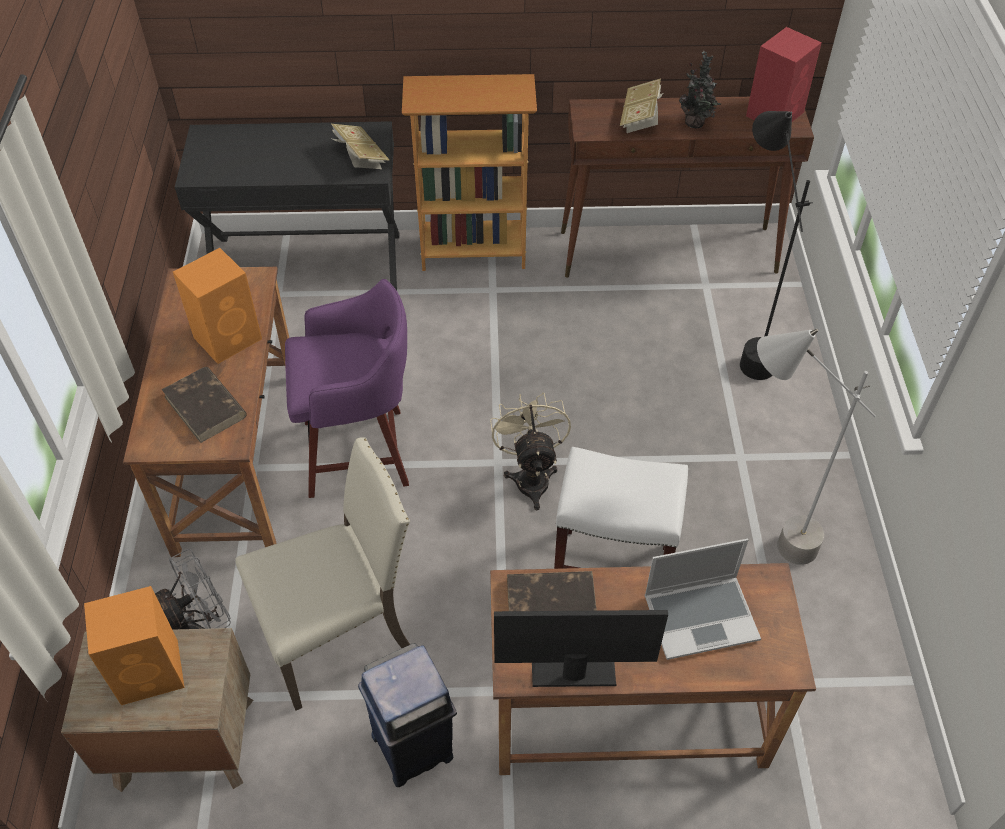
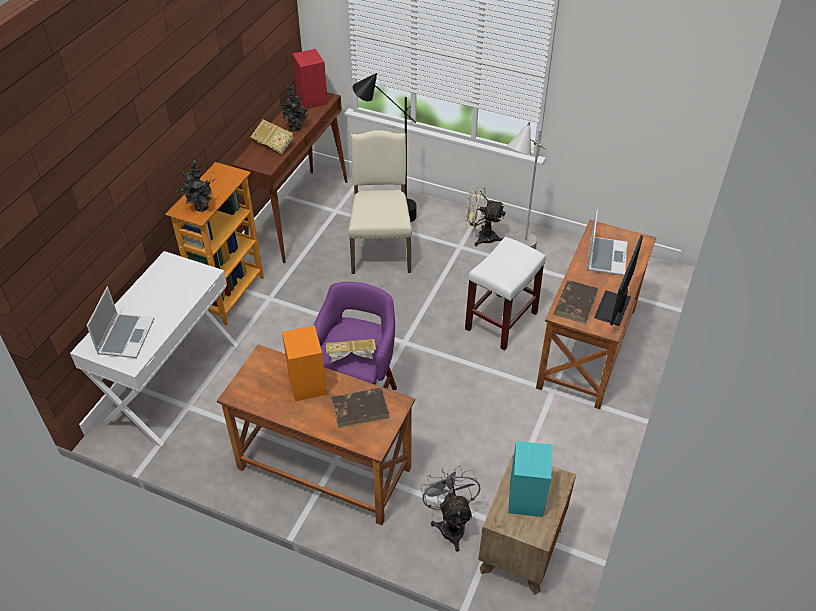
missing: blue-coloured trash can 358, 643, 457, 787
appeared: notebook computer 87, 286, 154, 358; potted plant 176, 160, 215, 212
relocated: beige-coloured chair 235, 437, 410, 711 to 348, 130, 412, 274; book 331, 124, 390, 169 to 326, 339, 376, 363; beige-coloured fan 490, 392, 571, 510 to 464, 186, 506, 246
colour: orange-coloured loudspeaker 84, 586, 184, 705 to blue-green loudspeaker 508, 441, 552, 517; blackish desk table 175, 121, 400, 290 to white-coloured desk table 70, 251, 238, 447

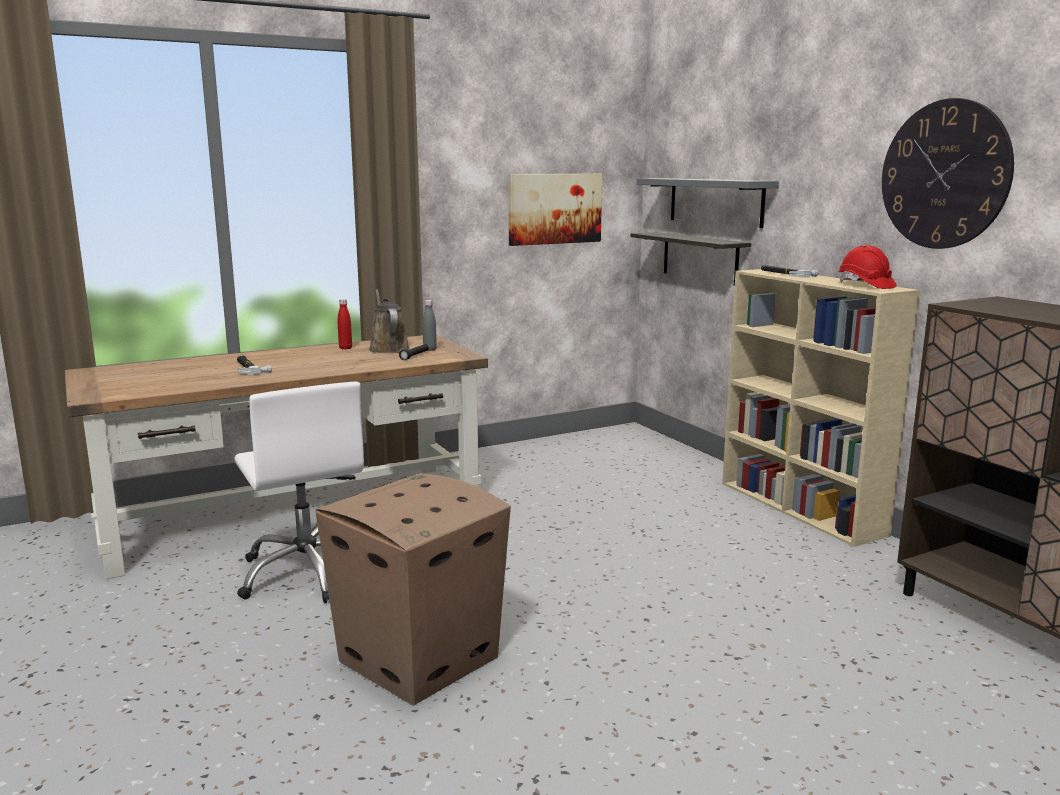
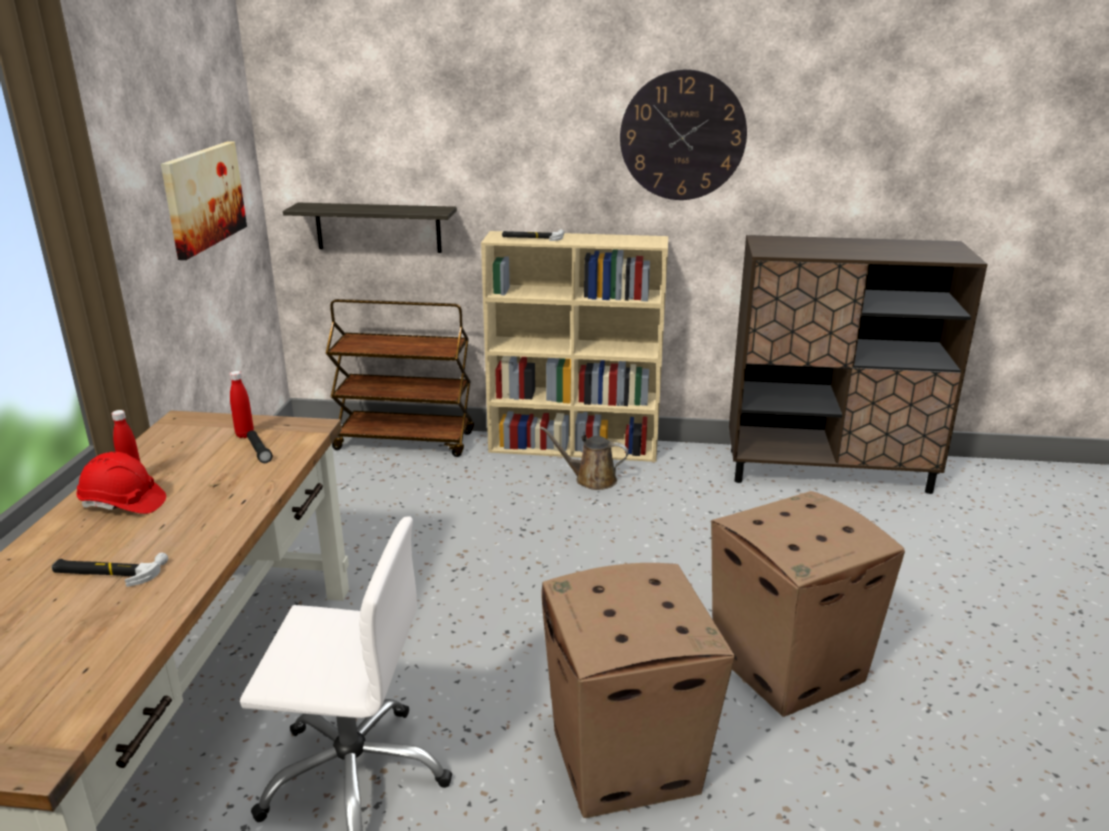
missing: grey wall shelf 636, 178, 779, 228
appeared: brown cart 326, 299, 474, 457; cardboard box 711, 491, 905, 717
relocated: brown watering can 369, 289, 410, 353 to 540, 427, 628, 490; reddish hard hat 838, 245, 897, 289 to 76, 452, 166, 514
colour: grey bottle 423, 300, 437, 351 to reddish bottle 230, 371, 254, 438

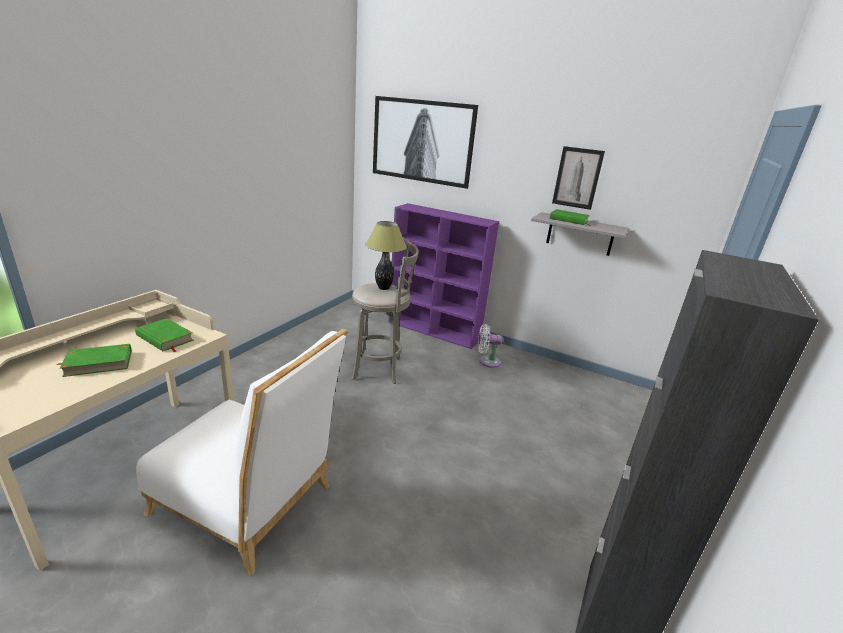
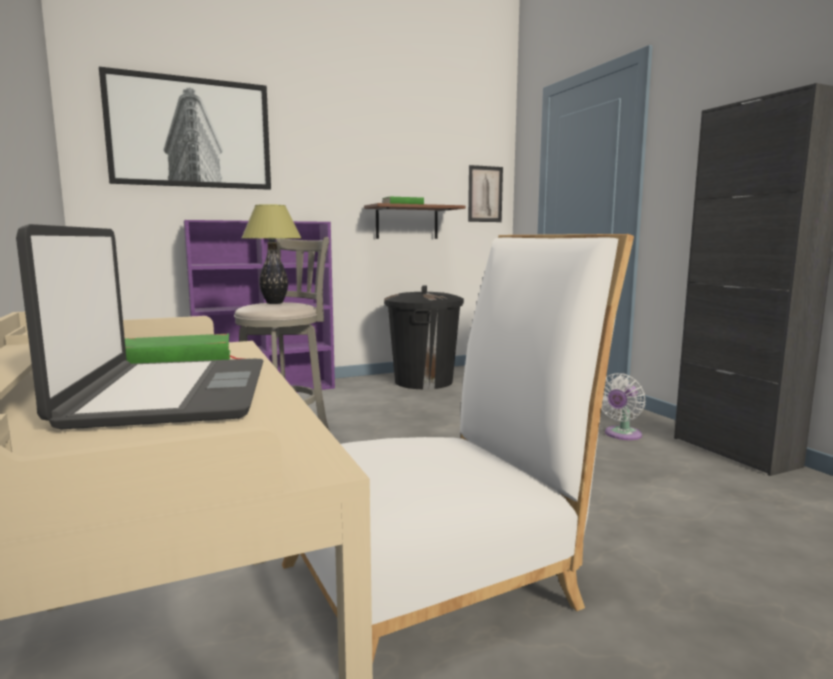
appeared: blackish trash can 384, 286, 464, 389
relocated: white-coloured fan 478, 324, 503, 368 to 601, 373, 646, 440; wall art 552, 146, 605, 210 to 468, 165, 503, 222
exchanged: green book 57, 344, 132, 377 to notebook computer 16, 224, 263, 429
colour: grey wall shelf 531, 212, 629, 256 to brown wall shelf 364, 203, 465, 239

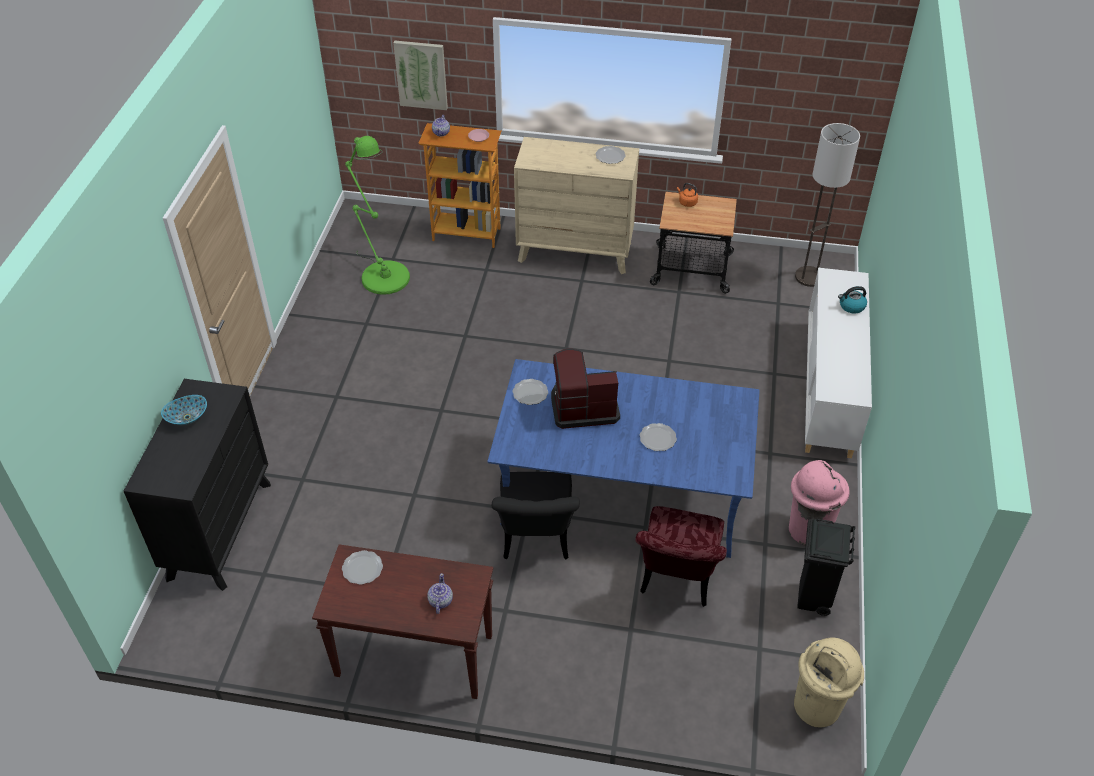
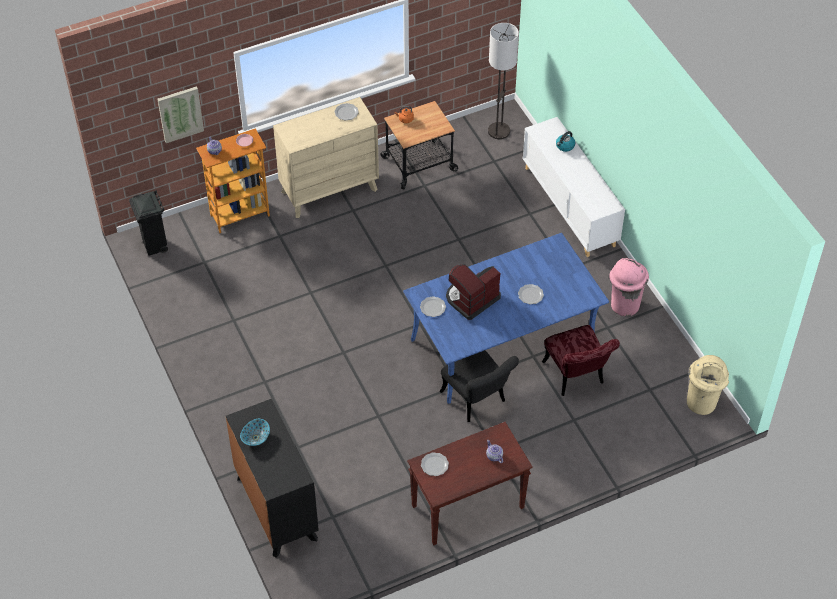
missing: green standard lamp 345, 136, 410, 295
relocated: blackish trash can 797, 519, 855, 616 to 129, 190, 168, 256

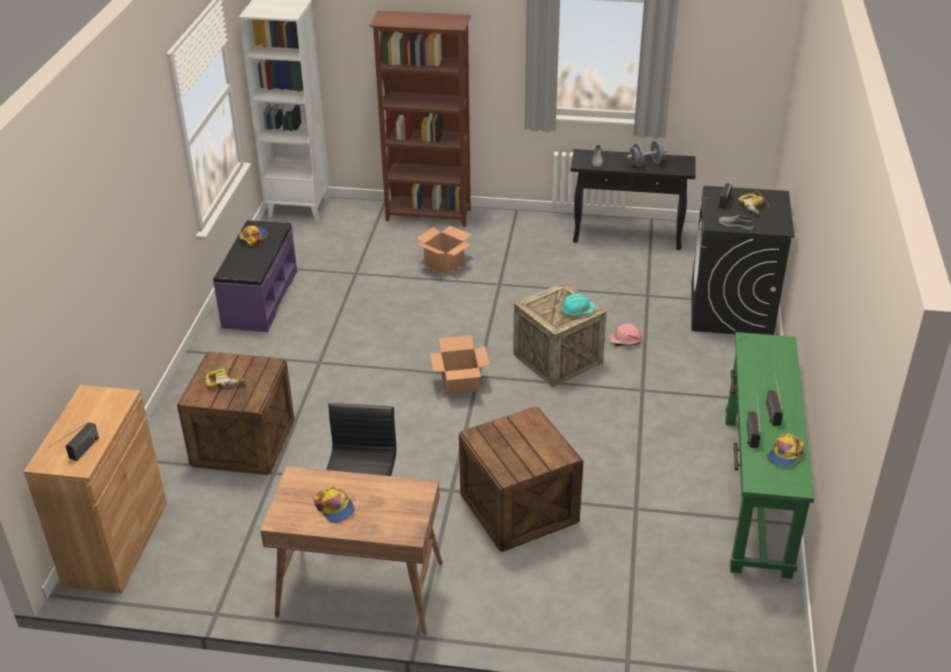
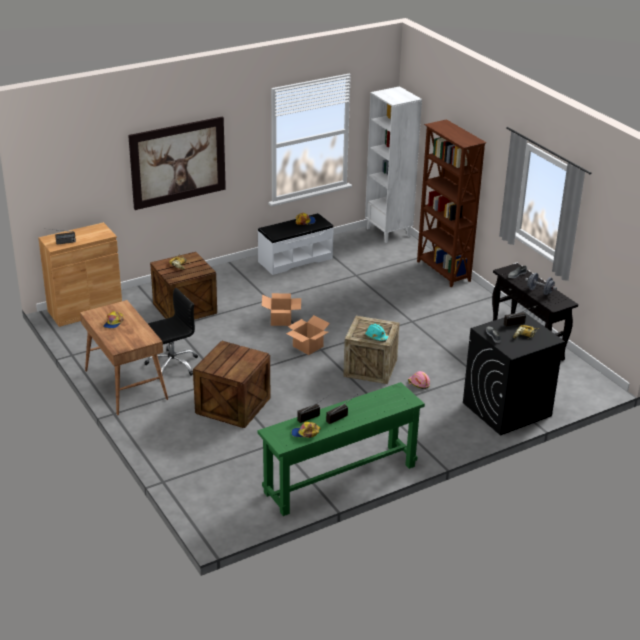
appeared: wall art 128, 116, 226, 210
relocated: cardboard box 416, 226, 472, 275 to 262, 293, 301, 326
colour: purple indoor bench 213, 220, 297, 332 to white-coloured indoor bench 258, 213, 334, 275

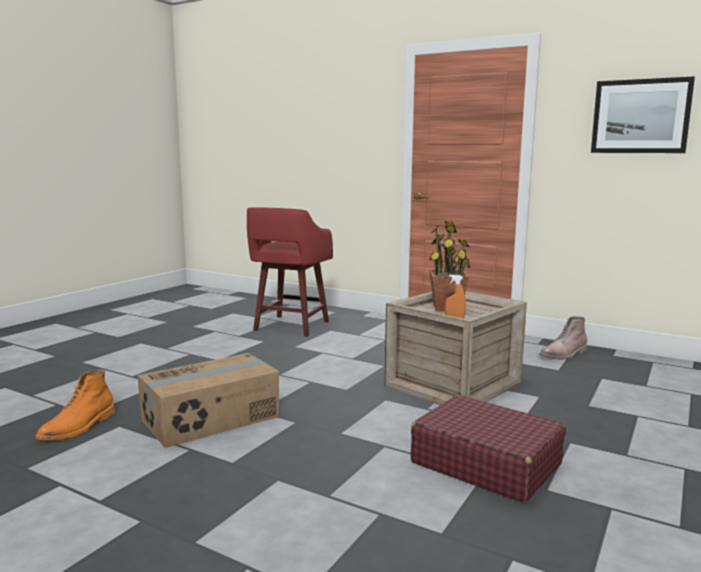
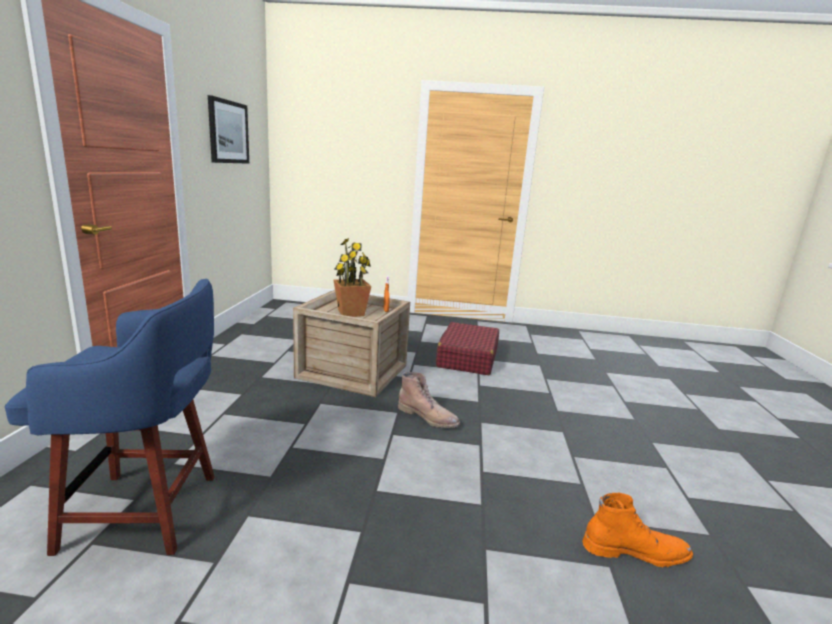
missing: cardboard box 137, 353, 279, 448
relocated: brown boot 540, 316, 587, 360 to 398, 372, 460, 428
colour: reddish sitting stool 247, 207, 333, 337 to blue-coloured sitting stool 5, 279, 215, 556

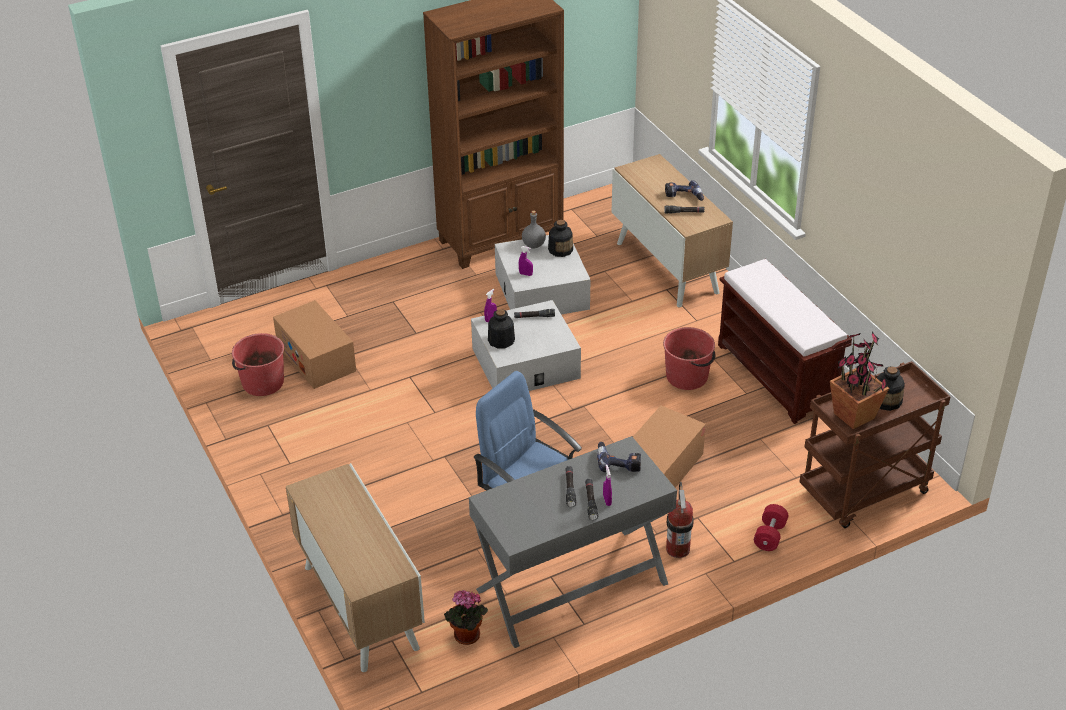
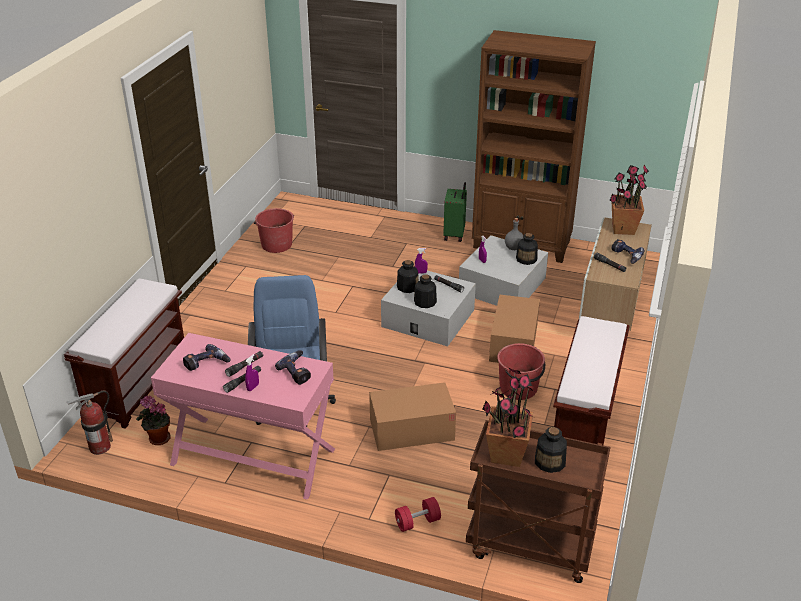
appeared: drill 183, 344, 230, 371; bottle 414, 274, 437, 308; green travel case 443, 182, 467, 242; potted plant 609, 164, 649, 235
relocated: cardboard box 273, 300, 356, 389 to 489, 295, 540, 363; fire extinguisher 666, 481, 694, 558 to 66, 390, 113, 455
exchanged: cabinet 286, 463, 425, 672 to brown indoor bench 64, 278, 184, 429
colour: grey desk table 469, 436, 677, 648 to pinkish desk table 151, 333, 335, 500

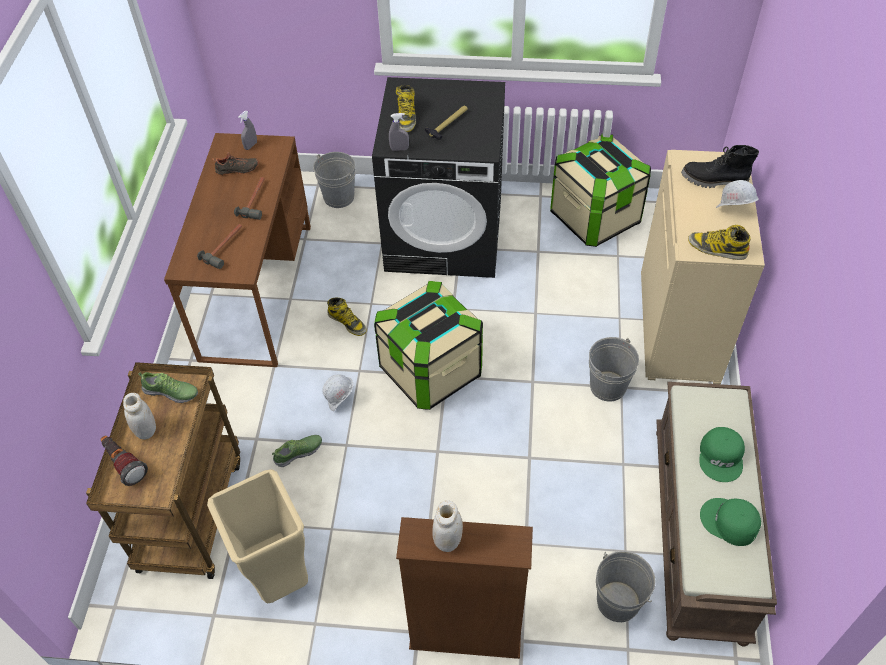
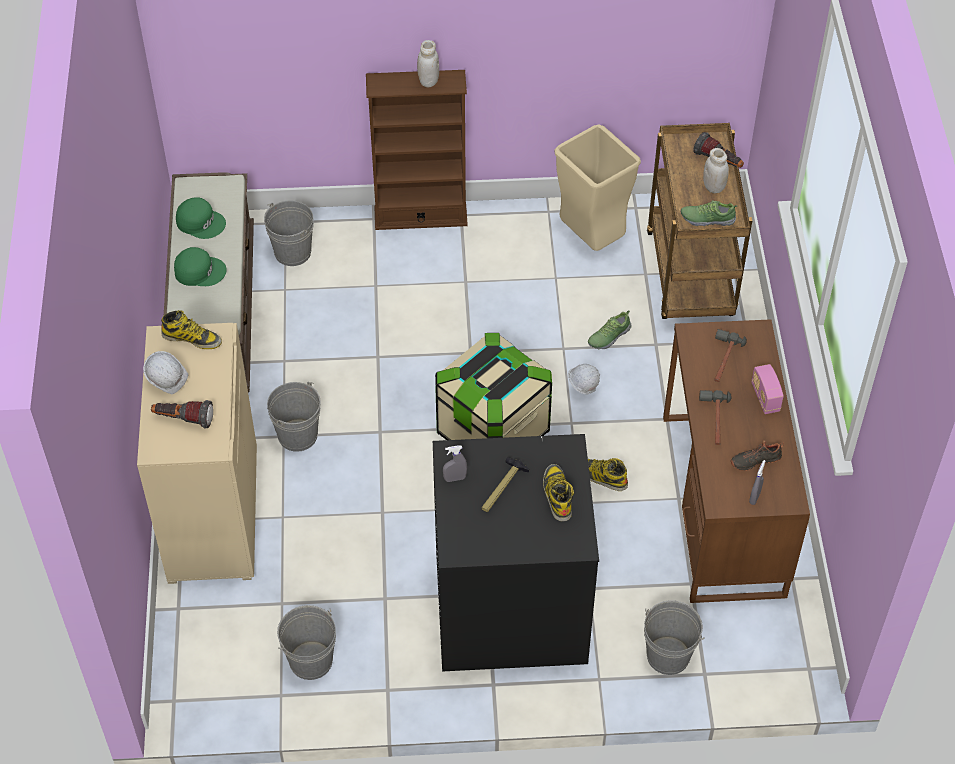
appeared: radio 752, 364, 784, 414
relocated: grey sprayer 389, 113, 409, 151 to 443, 445, 467, 482
exchanged: storage bin 550, 133, 651, 247 to grey bucket 277, 605, 336, 680; blackish boot 681, 145, 759, 188 to flashlight 151, 400, 213, 428
spun: green baseball cap 699, 427, 745, 482 = 174, 247, 227, 286 90 degrees clockwise

